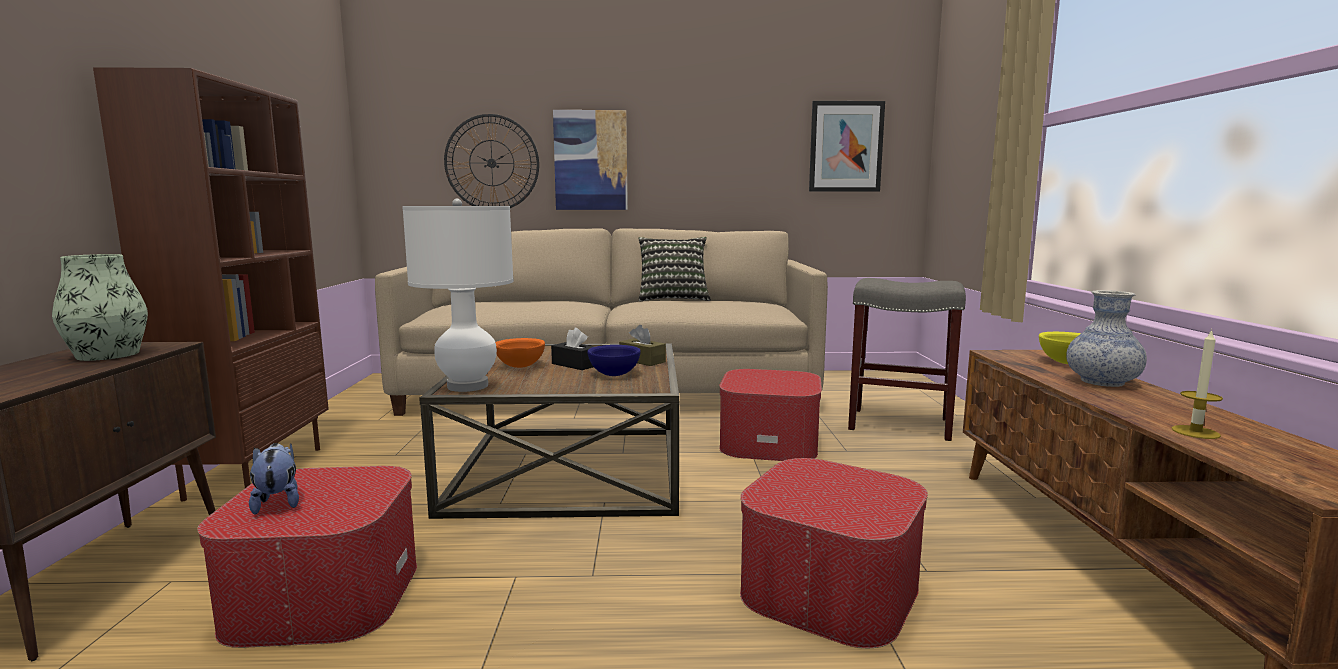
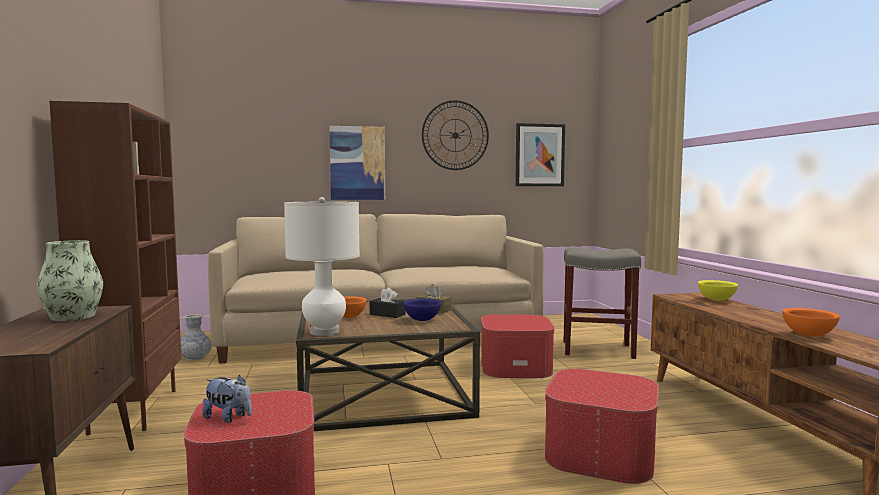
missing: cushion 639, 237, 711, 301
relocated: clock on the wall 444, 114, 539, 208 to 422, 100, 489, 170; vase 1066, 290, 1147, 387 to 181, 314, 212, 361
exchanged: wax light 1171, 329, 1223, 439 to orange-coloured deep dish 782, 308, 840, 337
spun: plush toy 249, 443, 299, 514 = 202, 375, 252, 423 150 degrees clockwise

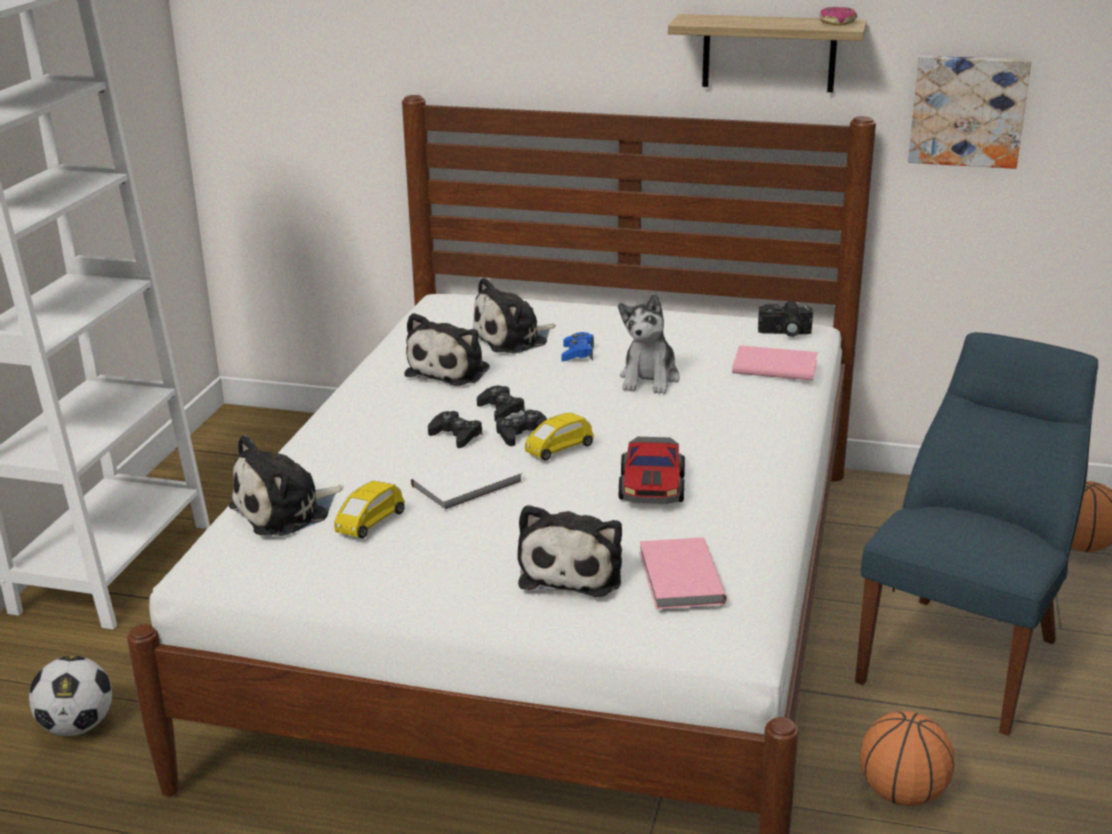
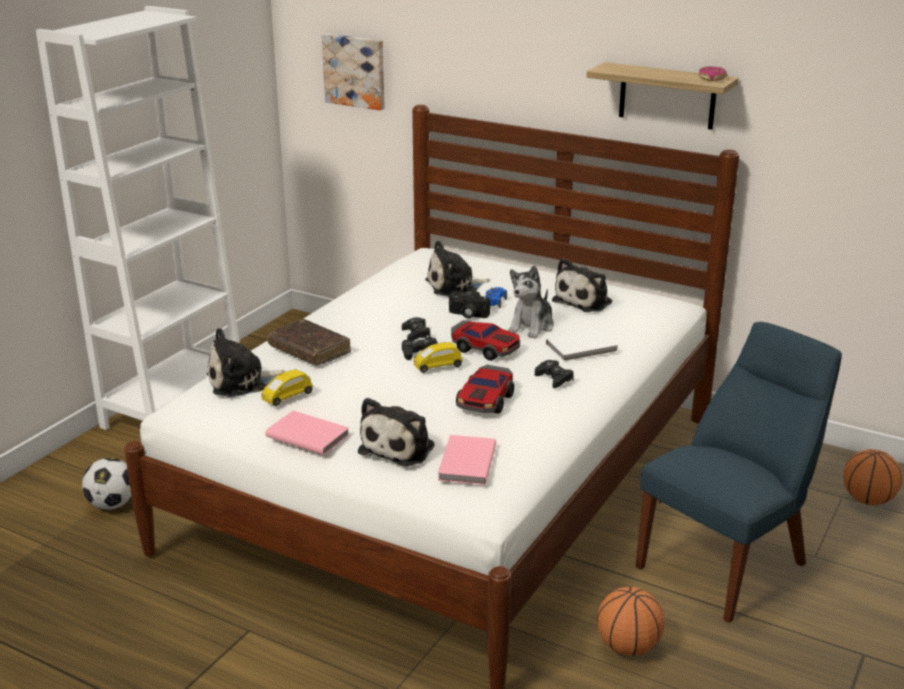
appeared: brown book 267, 319, 351, 365; miniature car 451, 320, 520, 361
relocated: plush toy 404, 313, 490, 386 to 552, 258, 612, 312; white-coloured book 411, 451, 523, 511 to 546, 330, 618, 362; blackish joypad 428, 411, 482, 448 to 535, 360, 574, 388; pinkish book 732, 345, 818, 381 to 265, 411, 350, 455; still camera 758, 301, 813, 337 to 449, 291, 490, 319; wall art 908, 55, 1031, 169 to 322, 34, 385, 110

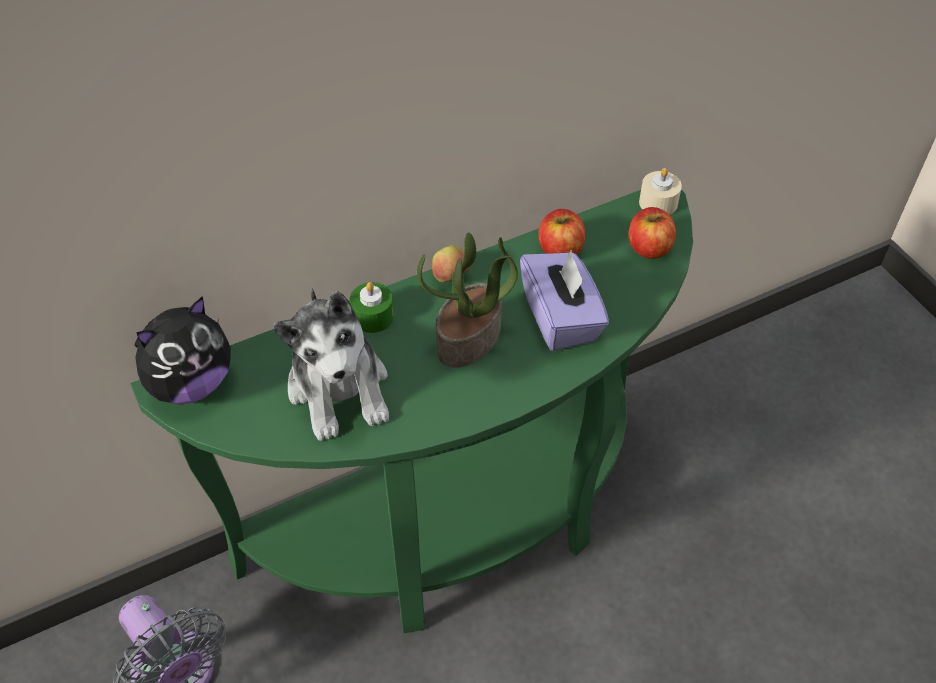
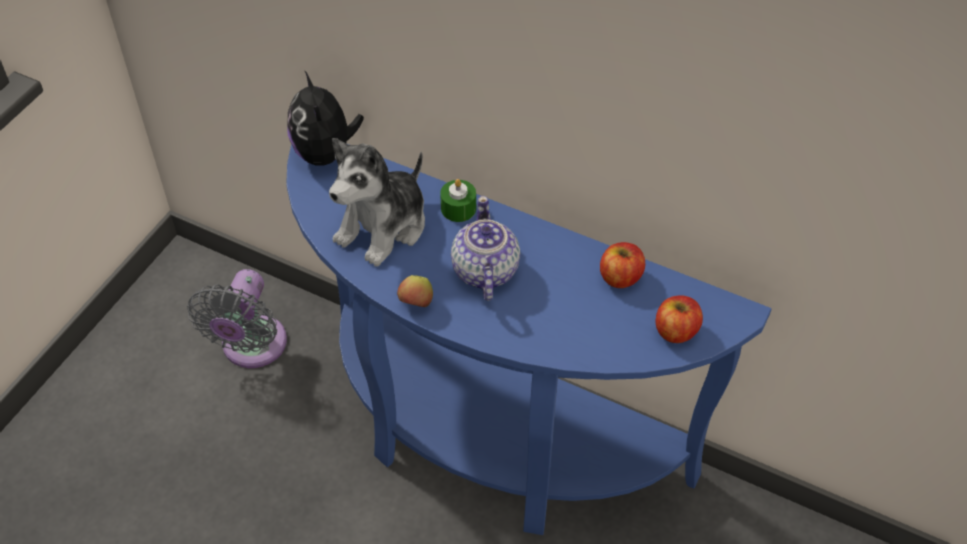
missing: purple box of tissues 520, 251, 609, 351; beige-coloured wax light 639, 168, 682, 215
relocated: apple fruit 432, 245, 471, 283 to 397, 275, 433, 307
exchanged: potted plant 417, 233, 518, 368 to pot for tea 451, 196, 520, 301
colour: green hall table 130, 190, 693, 633 to blue-coloured hall table 286, 144, 771, 535
spun: plush toy 135, 296, 231, 405 = 288, 71, 364, 166 60 degrees clockwise

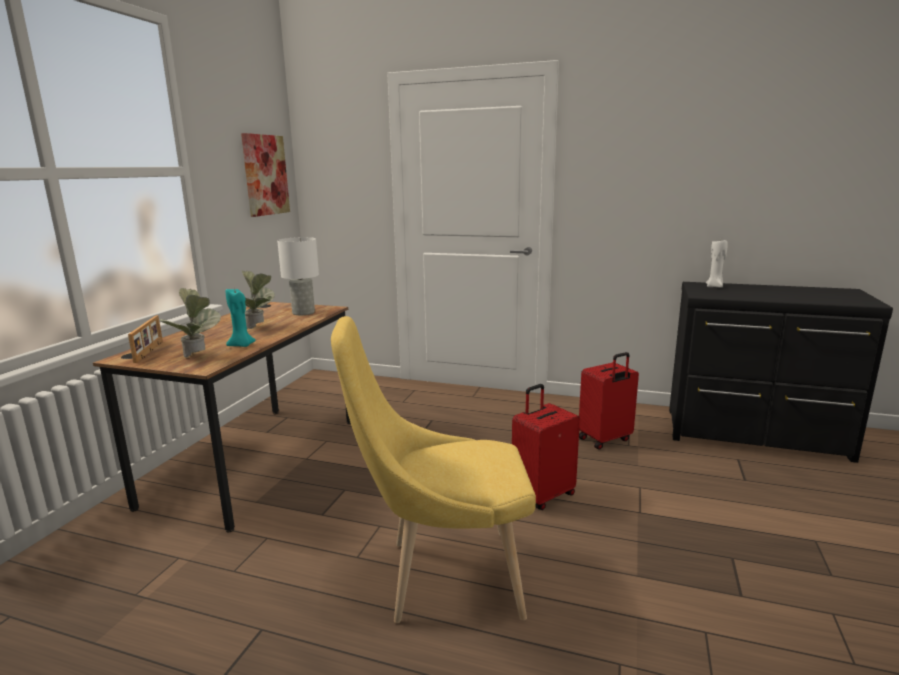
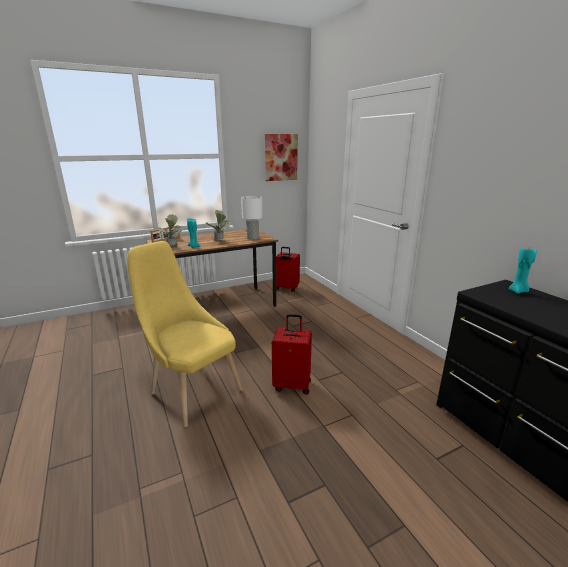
relocated: reddish travel case 579, 352, 639, 450 to 276, 247, 300, 292
colour: white-coloured wax light 706, 240, 728, 288 to blue-green wax light 508, 248, 537, 294

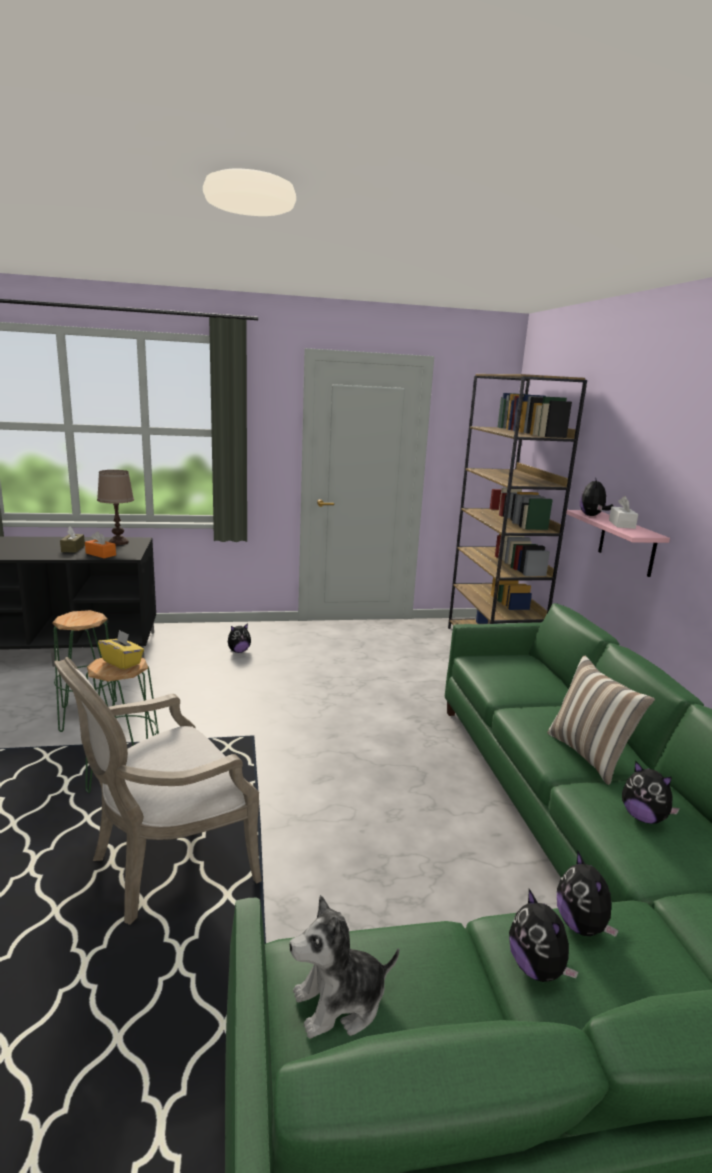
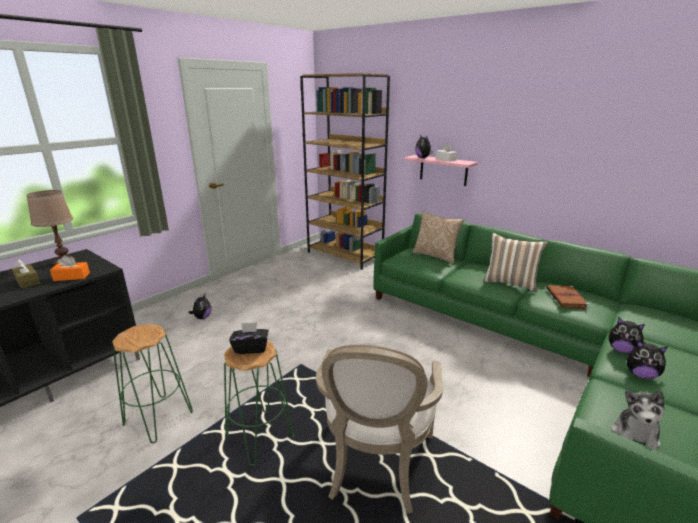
appeared: cushion 412, 211, 464, 264
exchanged: plush toy 622, 761, 680, 824 to brown book 546, 285, 590, 310
colour: yellow box of tissues 98, 630, 144, 669 to blackish box of tissues 229, 322, 269, 354

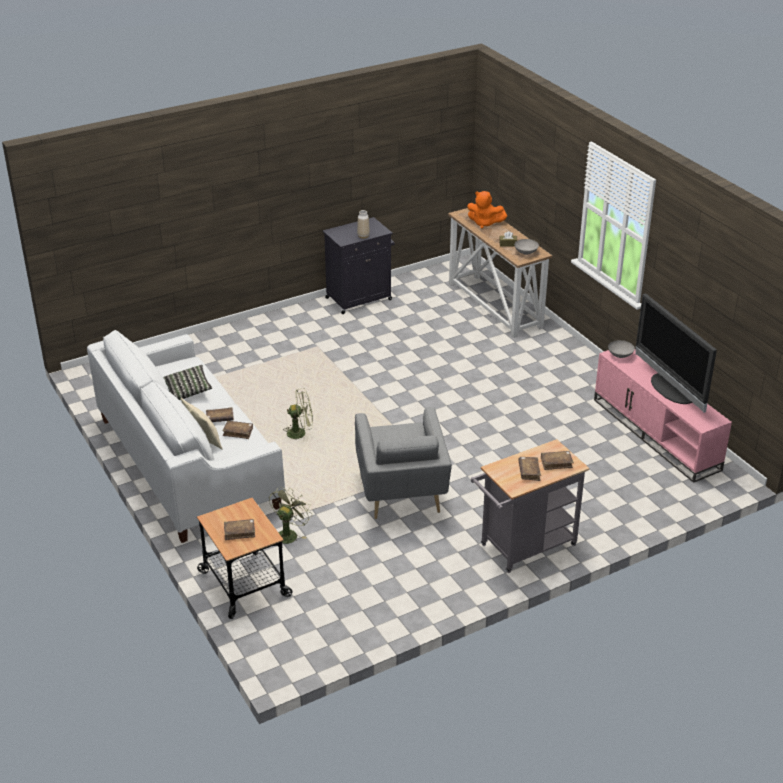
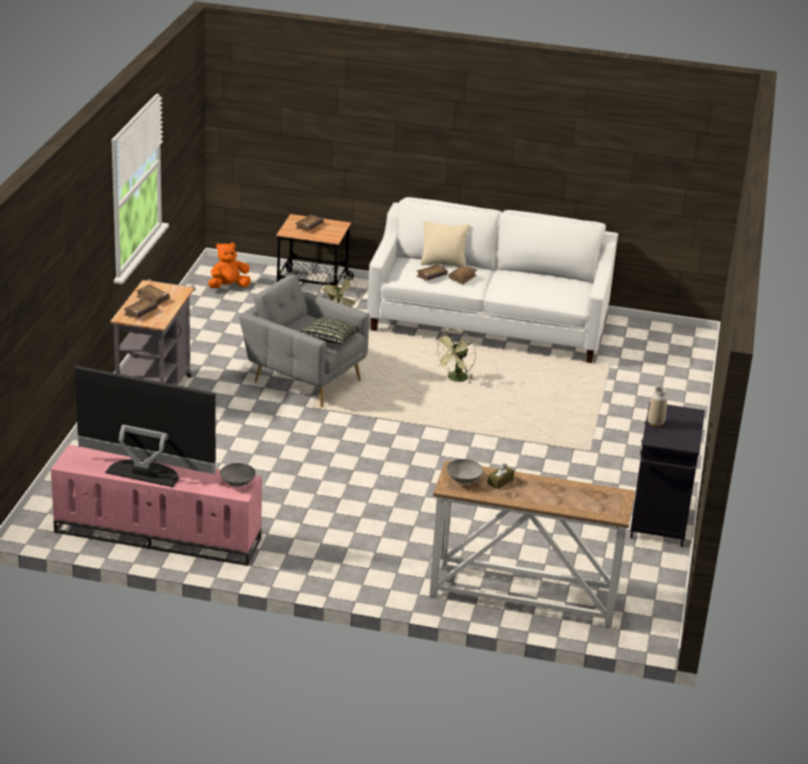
relocated: cushion 163, 365, 212, 400 to 300, 317, 361, 344; orange-coloured plush toy 467, 191, 507, 229 to 208, 242, 251, 288

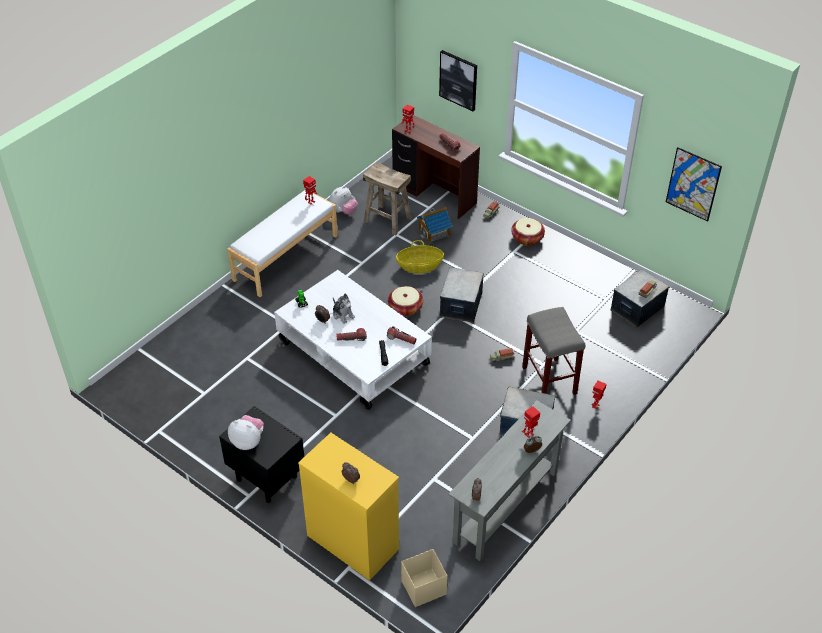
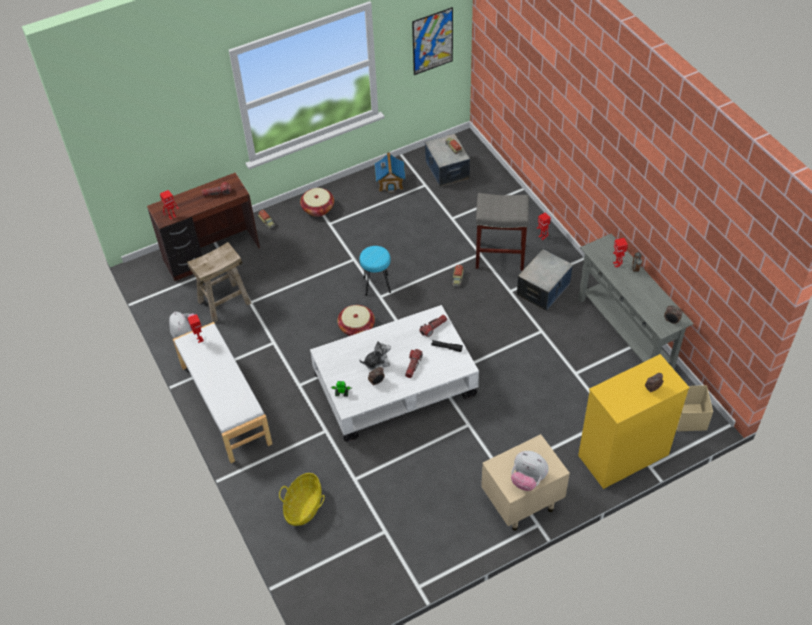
missing: wall art 439, 50, 477, 111
relocated: storage basket 396, 240, 444, 274 to 279, 473, 325, 526; model house 417, 207, 453, 243 to 374, 152, 406, 193
exchanged: storage bin 440, 267, 484, 323 to blue-green sitting stool 359, 246, 391, 296
colour: blackish nightstand 219, 406, 304, 503 to beige-coloured nightstand 481, 434, 570, 531
spun: plush toy 228, 415, 264, 450 = 511, 451, 549, 491 105 degrees counterclockwise

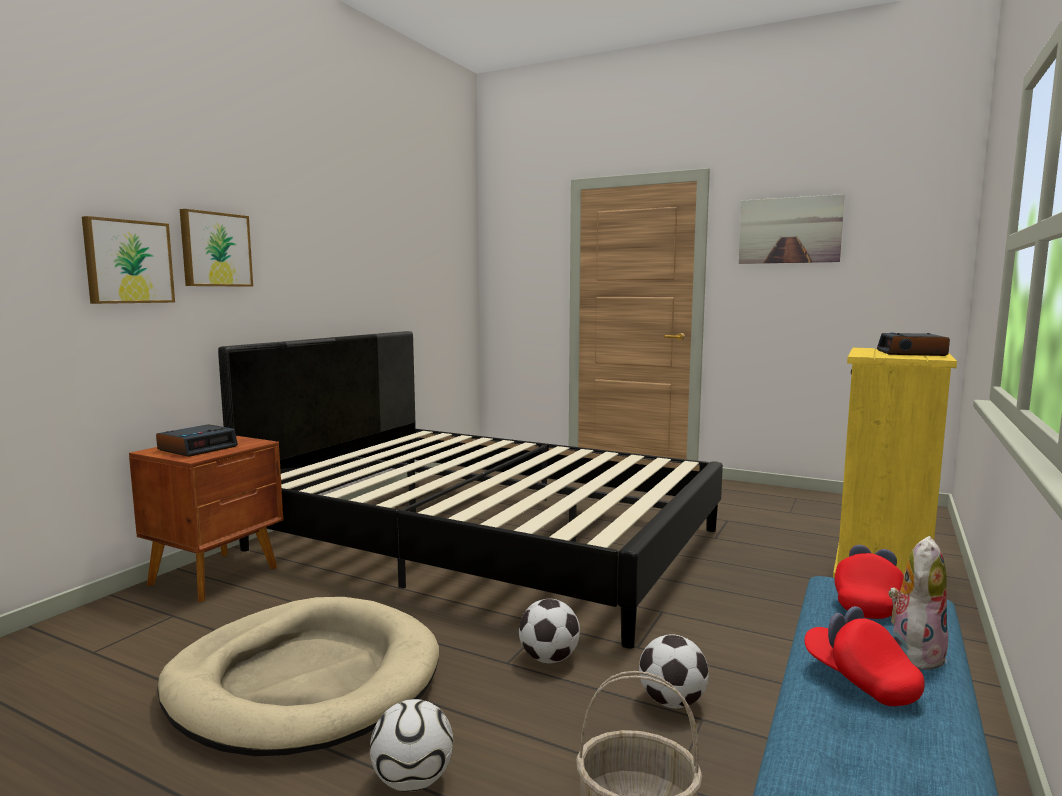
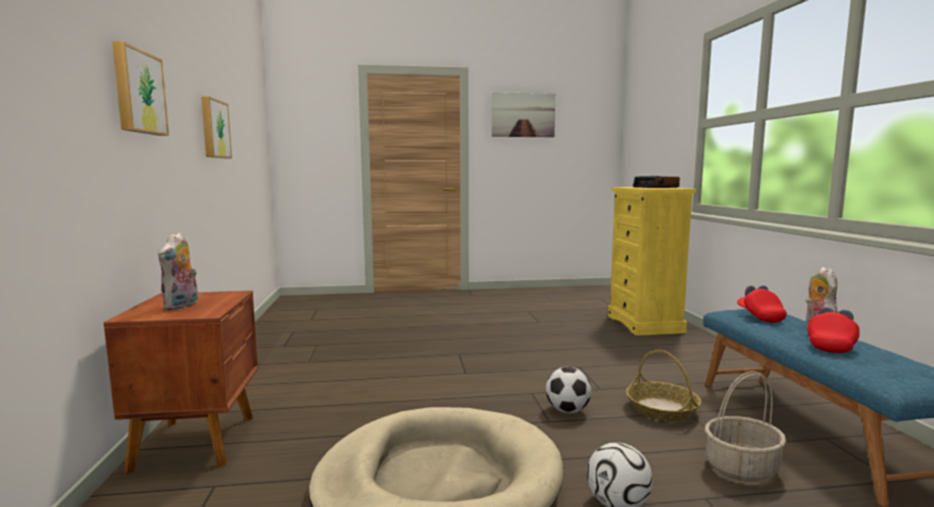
missing: blackish bed 218, 331, 723, 649
relocated: wall art 82, 216, 175, 304 to 201, 96, 232, 158
exchanged: alarm clock 156, 424, 238, 457 to plush toy 158, 232, 198, 310; football ball 639, 634, 709, 708 to storage basket 626, 350, 701, 421
spun: reddish baseball cap 804, 606, 924, 706 = 807, 307, 860, 353 105 degrees clockwise

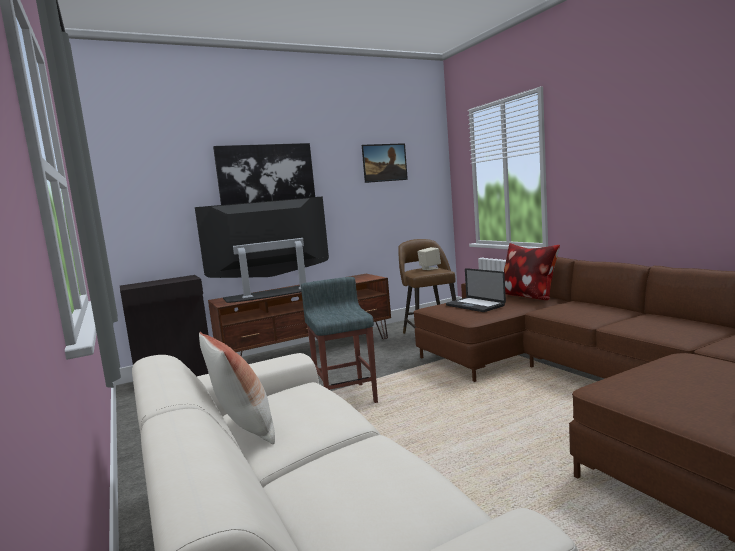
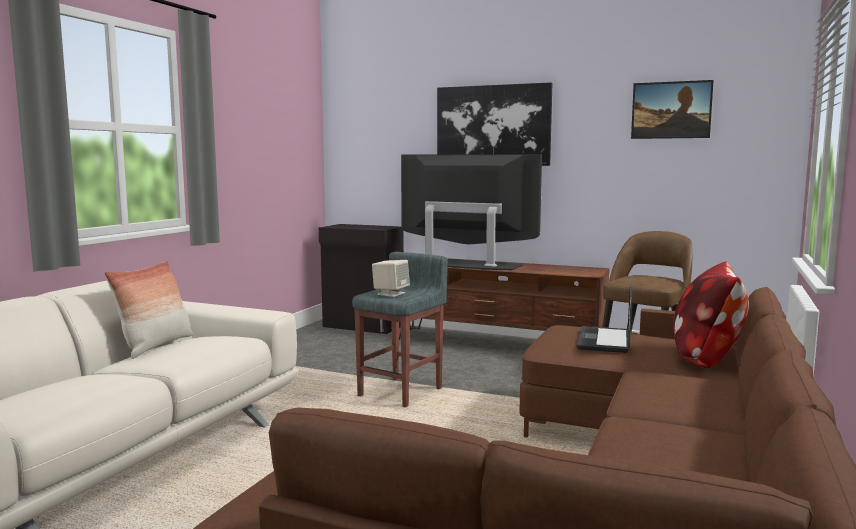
relocated: beige-coloured loudspeaker 417, 247, 441, 270 to 372, 260, 410, 297

